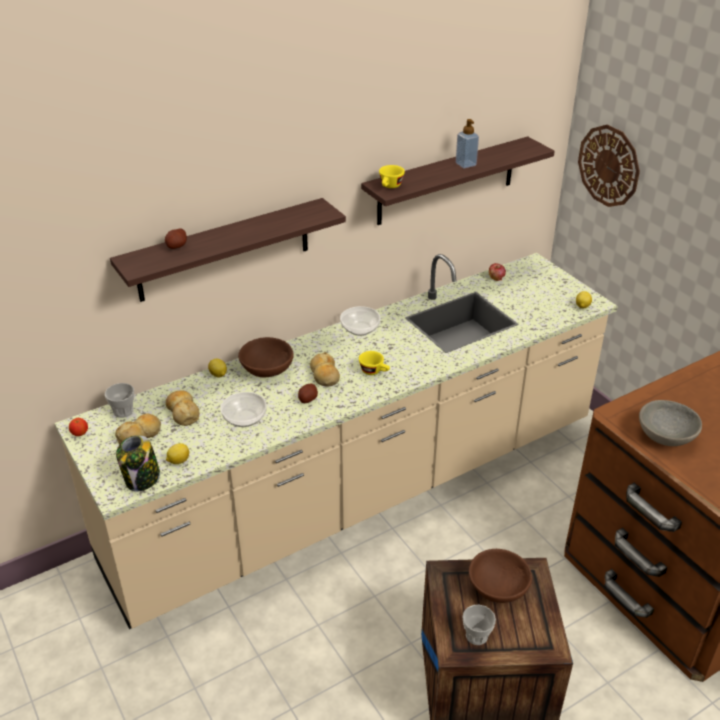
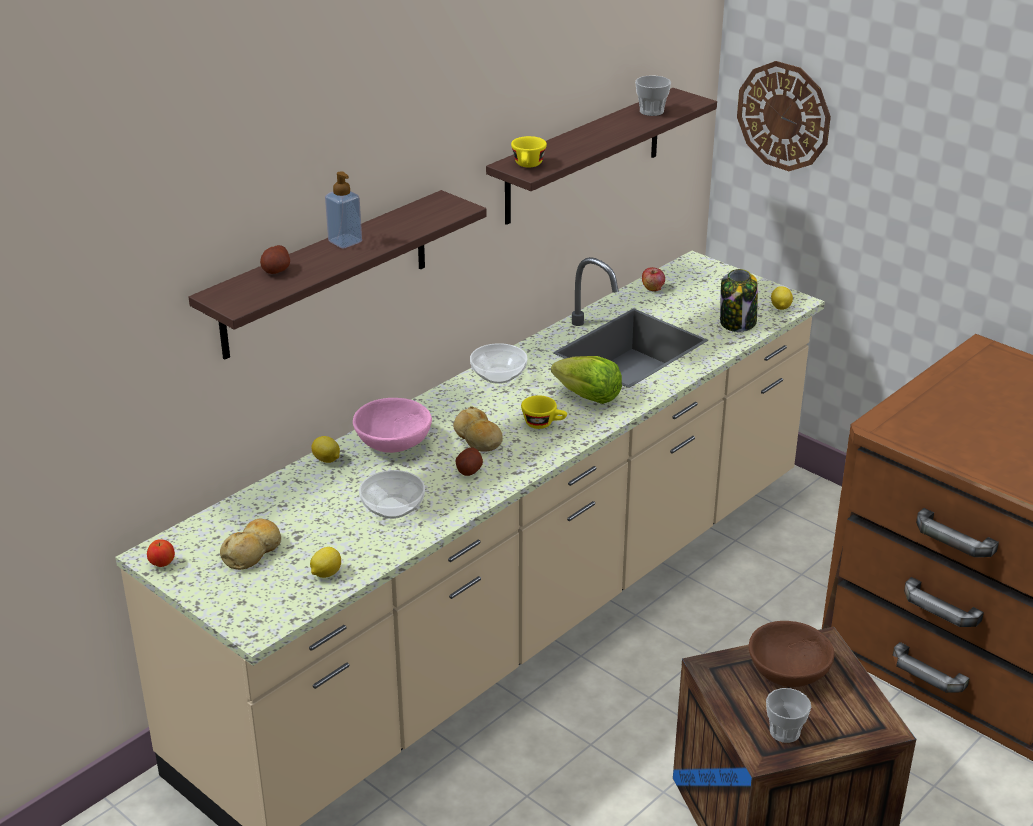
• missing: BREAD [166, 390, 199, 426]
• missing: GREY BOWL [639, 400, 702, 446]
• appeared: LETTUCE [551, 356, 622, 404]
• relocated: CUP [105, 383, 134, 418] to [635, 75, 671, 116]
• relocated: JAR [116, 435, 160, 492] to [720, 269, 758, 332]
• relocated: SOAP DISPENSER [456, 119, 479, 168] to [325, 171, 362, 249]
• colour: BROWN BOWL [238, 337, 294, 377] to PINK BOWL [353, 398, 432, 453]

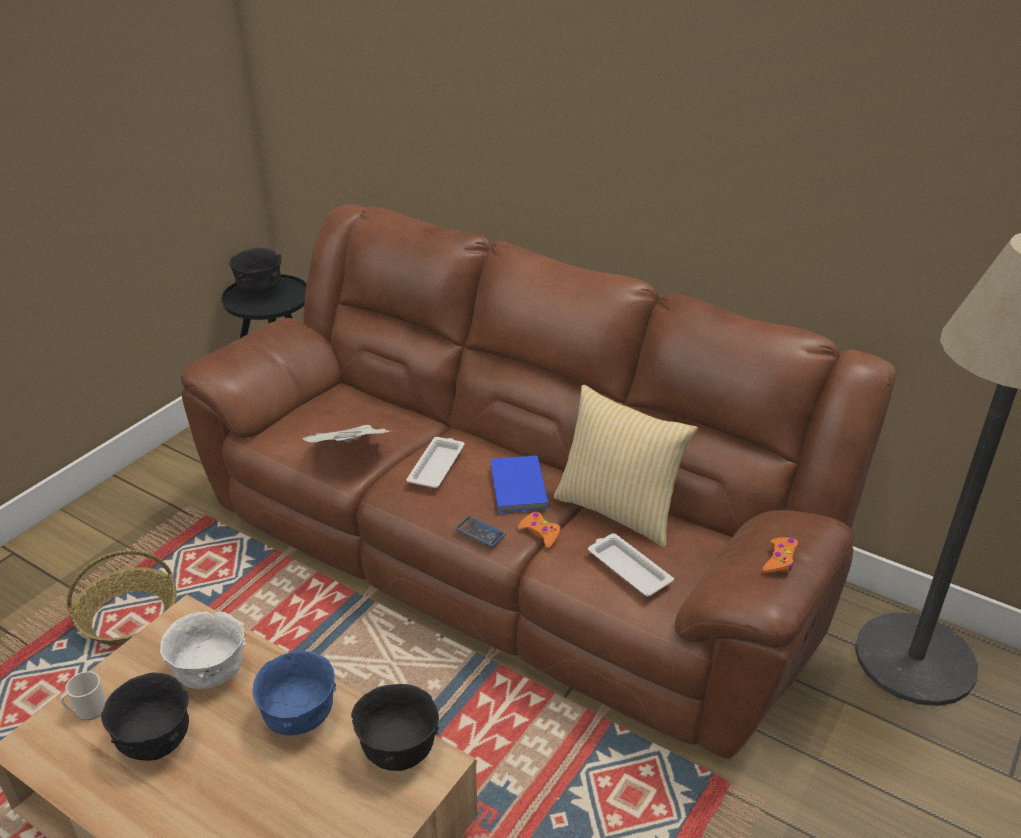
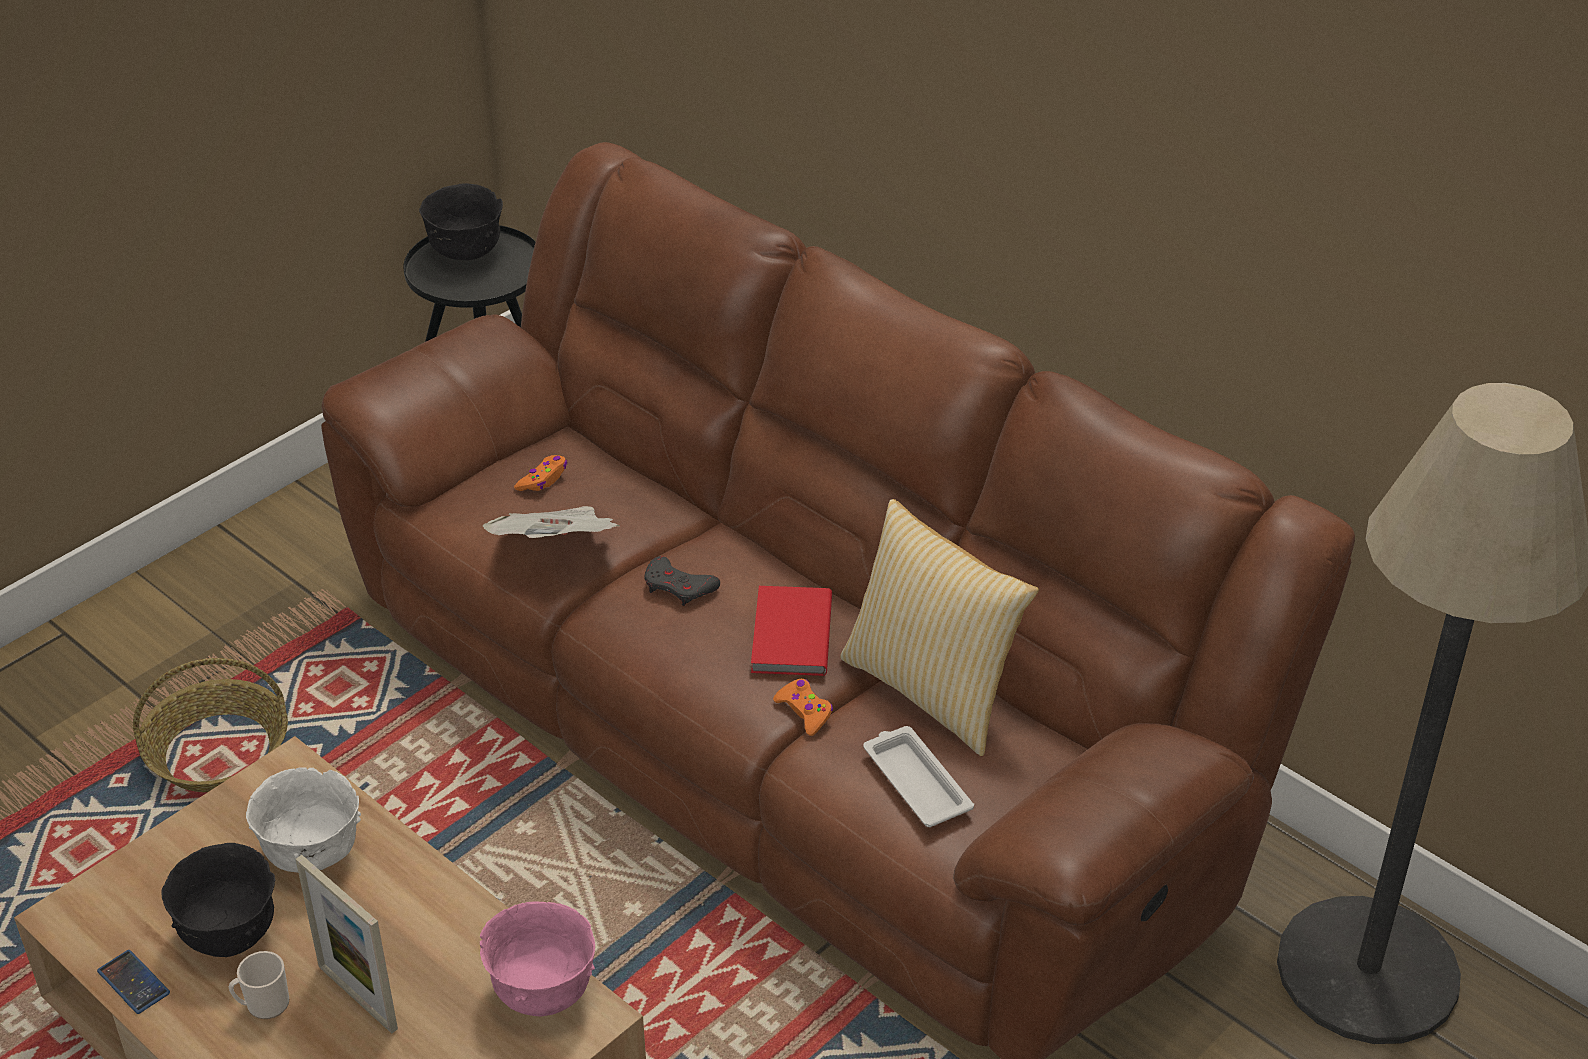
• missing: BLUE BOWL [252, 651, 336, 735]
• appeared: PICTURE FRAME [296, 855, 398, 1033]
• relocated: MUG [60, 671, 106, 720] to [229, 951, 289, 1019]
• relocated: PHONE [455, 516, 506, 547] to [97, 950, 170, 1014]
• relocated: ORANGE GAME CONTROLLER [763, 537, 799, 573] to [514, 455, 567, 491]
• exchanged: WHITE TRAY [406, 437, 465, 488] to GREY GAME CONTROLLER [645, 556, 720, 606]
• colour: BLACK BOWL [351, 684, 439, 771] to PINK BOWL [480, 902, 595, 1017]
• colour: BLUE BOOK [491, 456, 549, 513] to RED BOOK [751, 586, 832, 676]

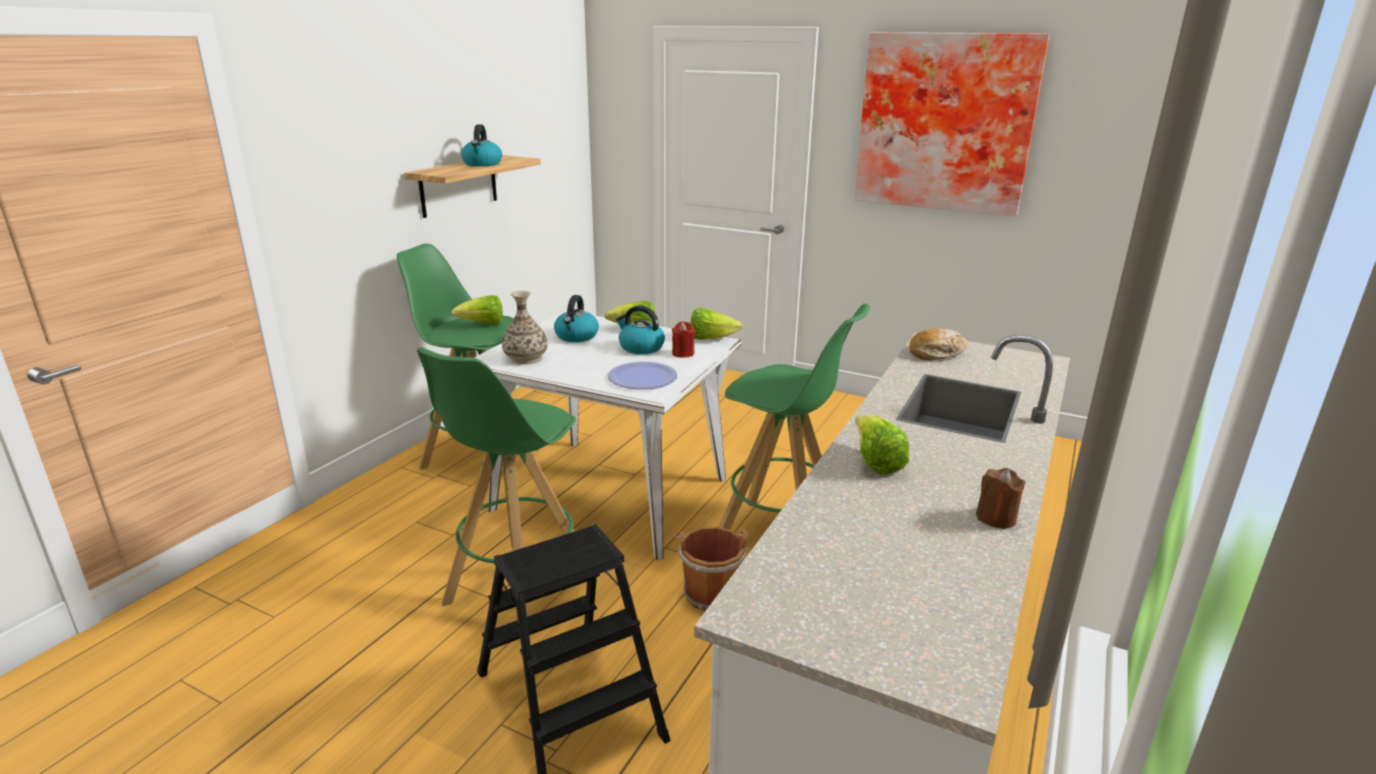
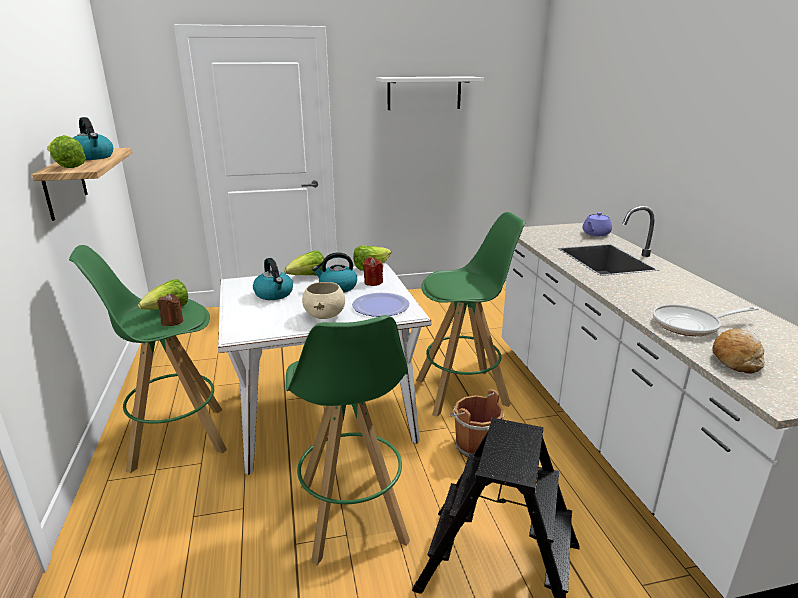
• missing: VASE [502, 291, 548, 364]
• appeared: BEIGE BOWL [302, 282, 345, 319]
• appeared: PURPLE TEAPOT [582, 212, 612, 236]
• appeared: FRYING PAN [653, 304, 759, 336]
• relocated: LETTUCE [855, 415, 910, 475] to [47, 135, 86, 168]
• relocated: BREAD [909, 328, 968, 360] to [713, 328, 765, 373]
• relocated: BROWN CANDLE [976, 468, 1026, 528] to [157, 294, 183, 326]
• exchanged: PICTURE [854, 32, 1050, 216] to WHITE SHELF [376, 76, 484, 110]

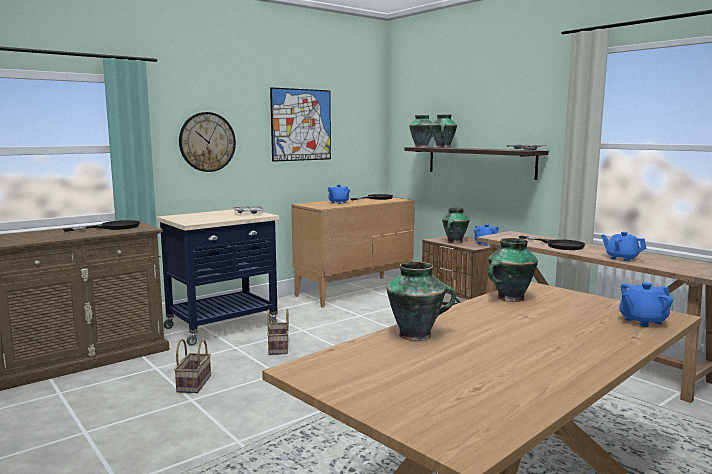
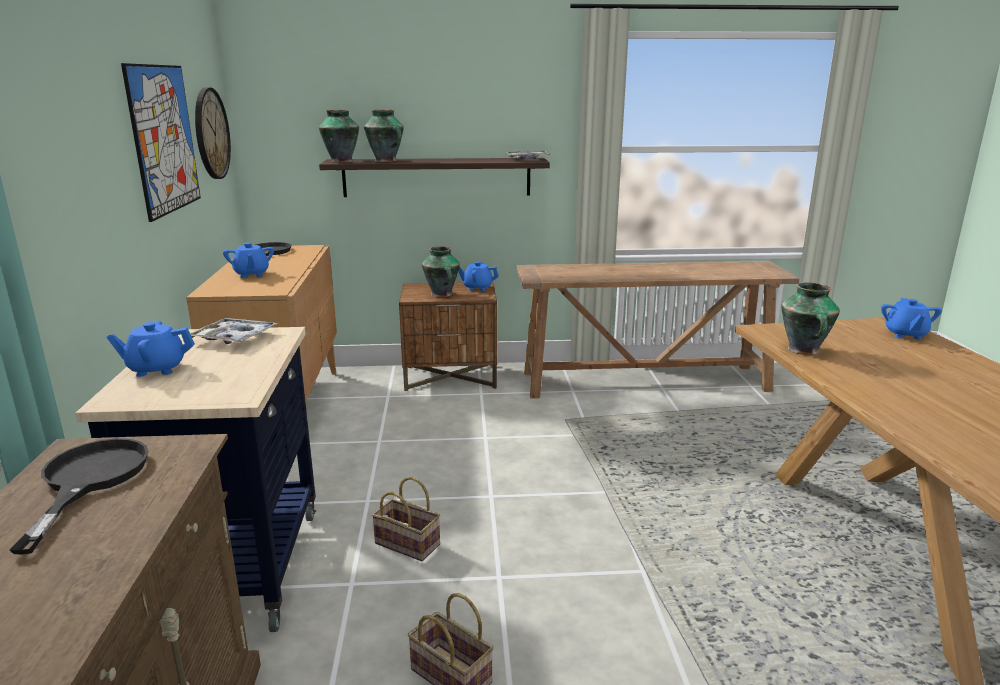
• missing: VASE [387, 262, 456, 341]
• missing: BLACK FRYING PAN [519, 236, 585, 250]
• relocated: WALL CLOCK [179, 112, 236, 172] to [195, 87, 231, 179]
• relocated: BLUE TEAPOT [601, 232, 646, 261] to [107, 321, 195, 377]

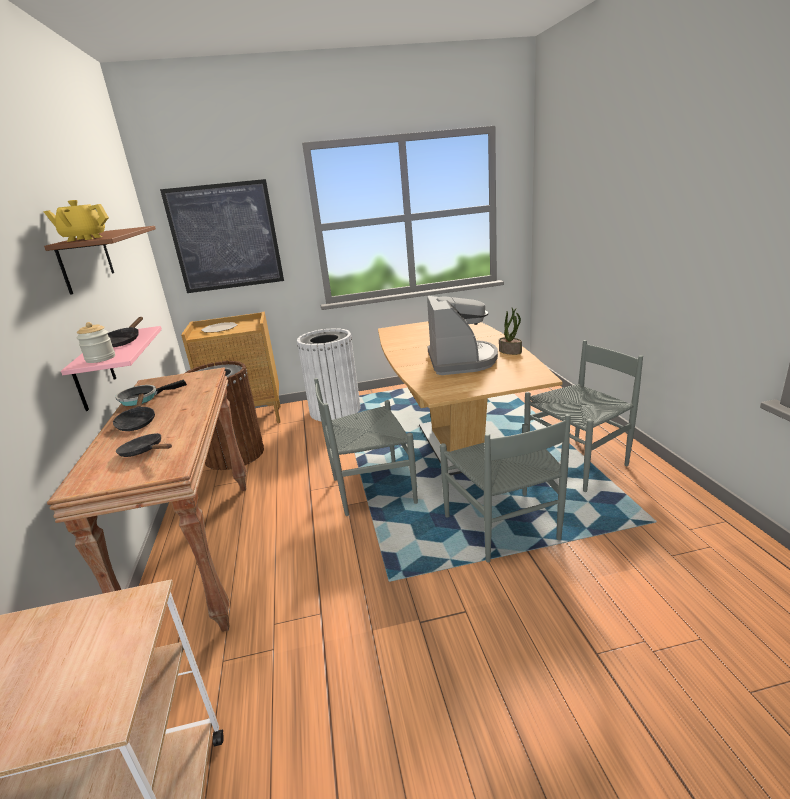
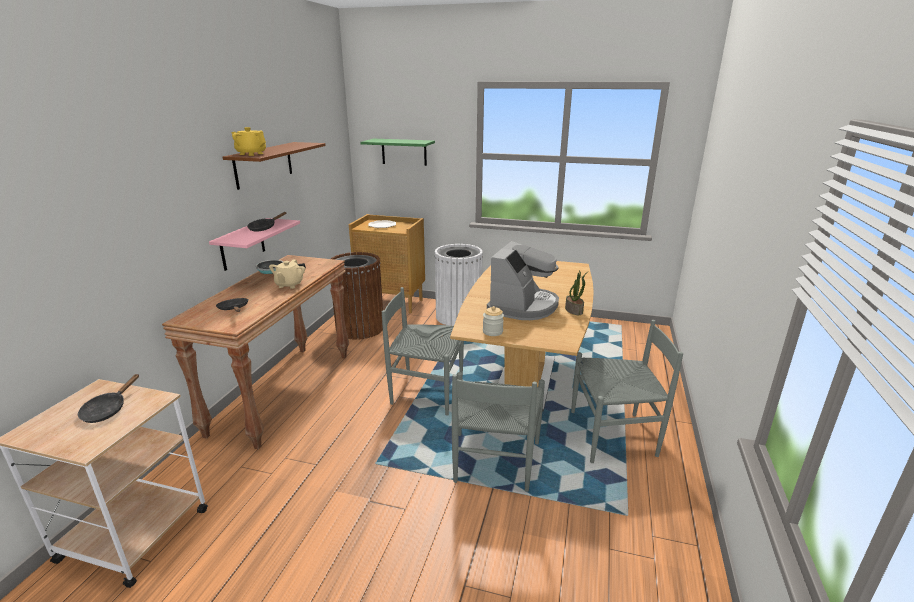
• appeared: BEIGE TEAPOT [269, 260, 305, 289]
• relocated: JAR [76, 322, 115, 363] to [483, 306, 504, 336]
• relocated: BLACK FRYING PAN [113, 393, 155, 431] to [78, 374, 139, 423]
• exchanged: PICTURE [160, 179, 284, 293] to GREEN SHELF [360, 139, 435, 166]

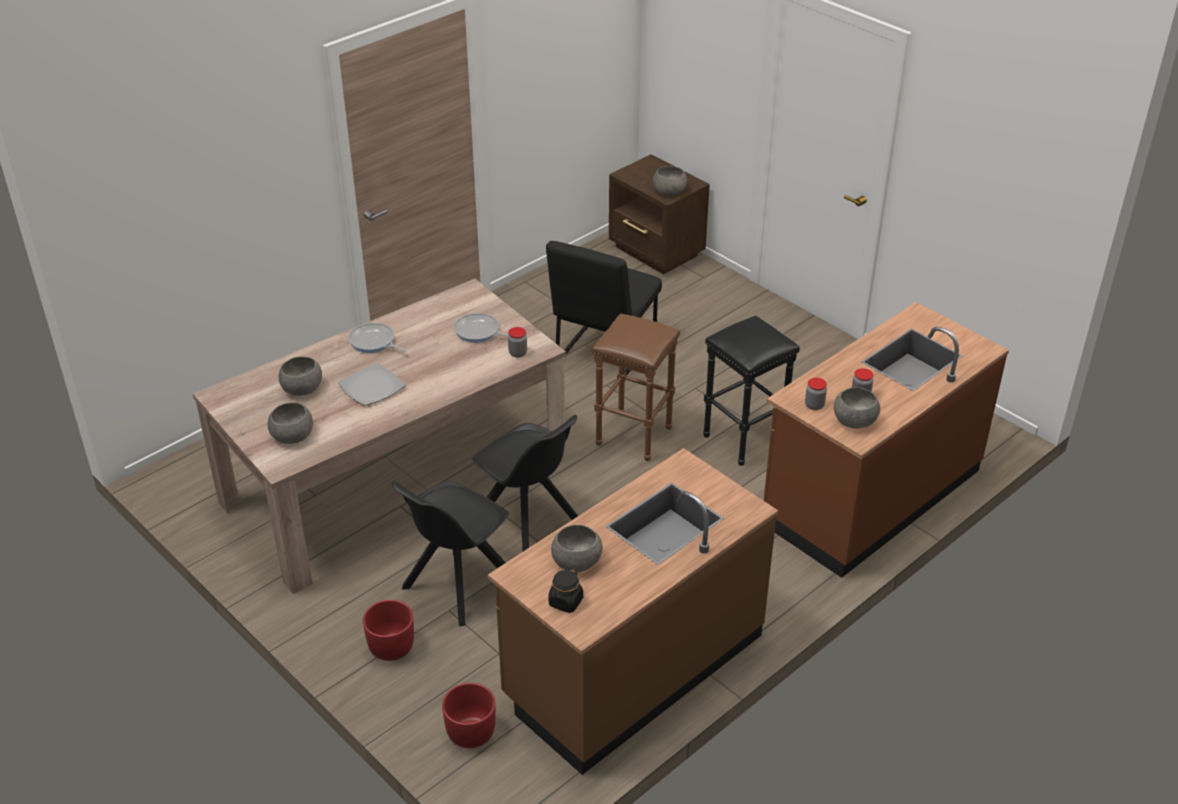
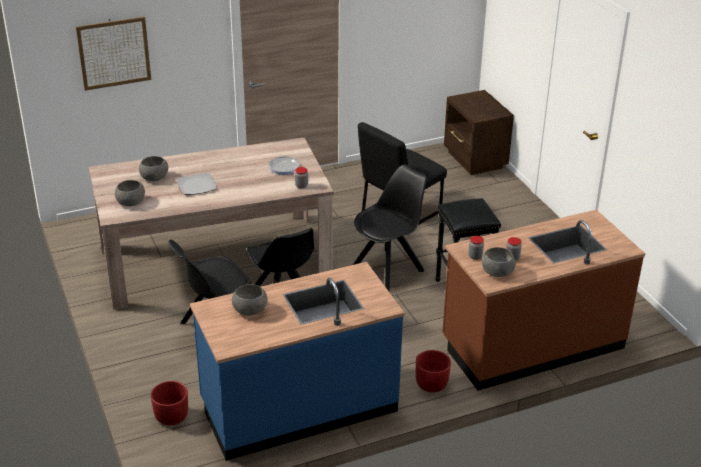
• missing: FRYING PAN [349, 323, 407, 353]
• missing: BLACK JAR [548, 568, 583, 613]
• missing: GREY BOWL [653, 166, 687, 195]
• appeared: PICTURE [76, 17, 151, 91]
• relocated: RED PLANTER [363, 600, 414, 661] to [416, 350, 451, 393]
• exchanged: BROWN STOOL [592, 314, 680, 461] to BLACK CHAIR [353, 164, 427, 292]
• colour: BROWN COUNTER [488, 448, 778, 775] to BLUE COUNTER [190, 262, 405, 461]

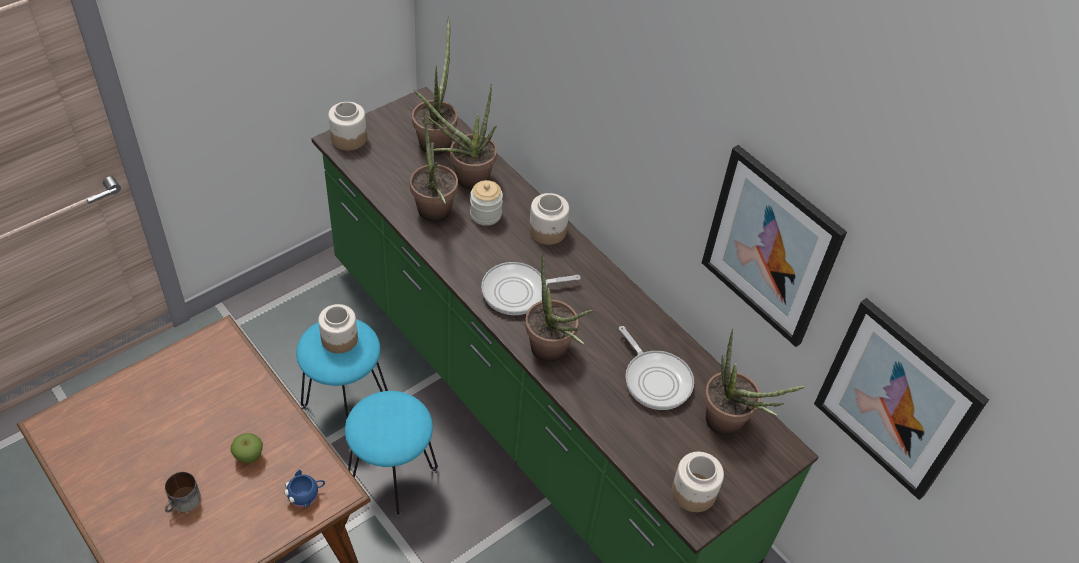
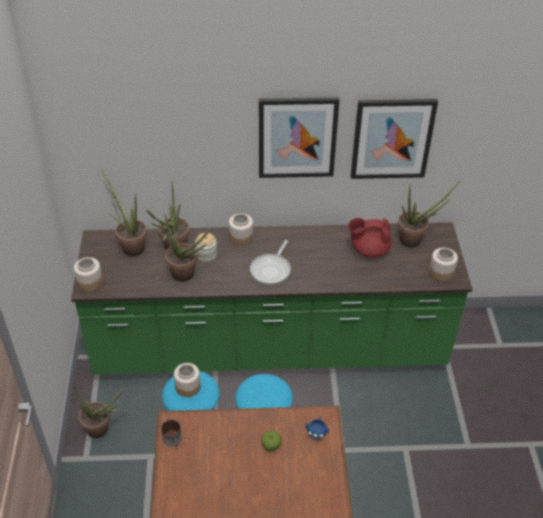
• relocated: MUG [165, 472, 201, 513] to [161, 420, 182, 447]
• relocated: POTTED PLANT [525, 251, 593, 362] to [74, 387, 124, 438]
• relocated: PICTURE [814, 298, 989, 500] to [259, 97, 339, 178]
• exchanged: FRYING PAN [619, 326, 694, 410] to RED TEAPOT [348, 218, 392, 258]

